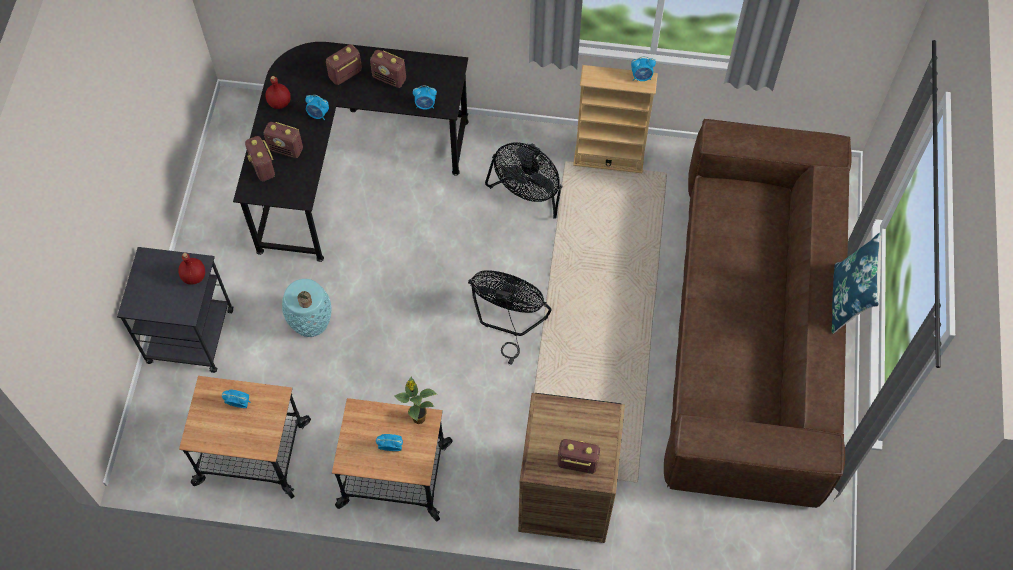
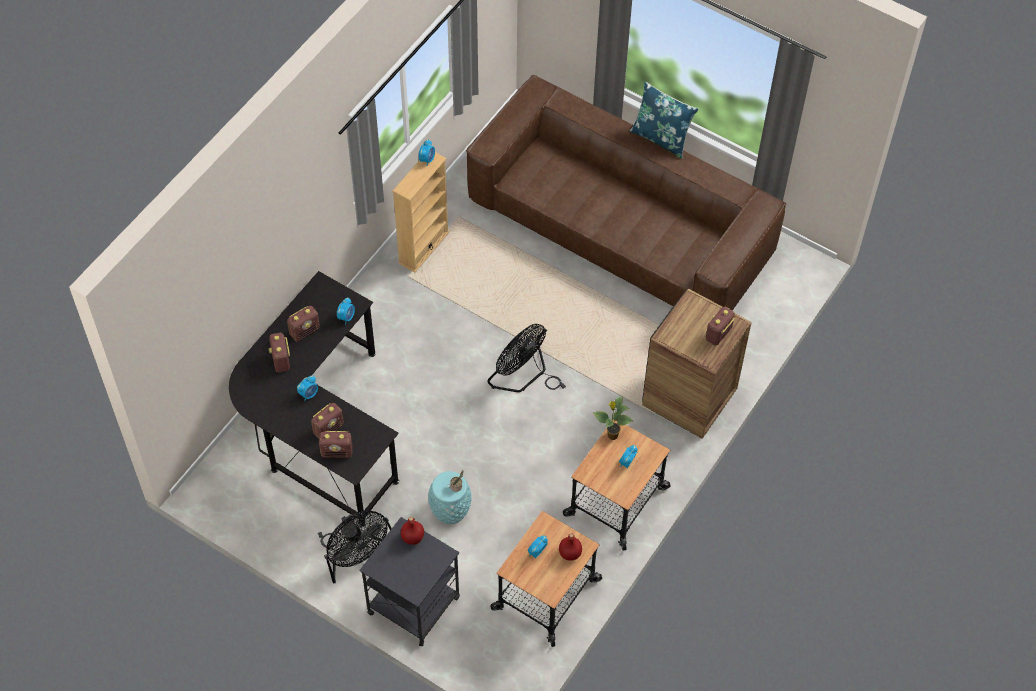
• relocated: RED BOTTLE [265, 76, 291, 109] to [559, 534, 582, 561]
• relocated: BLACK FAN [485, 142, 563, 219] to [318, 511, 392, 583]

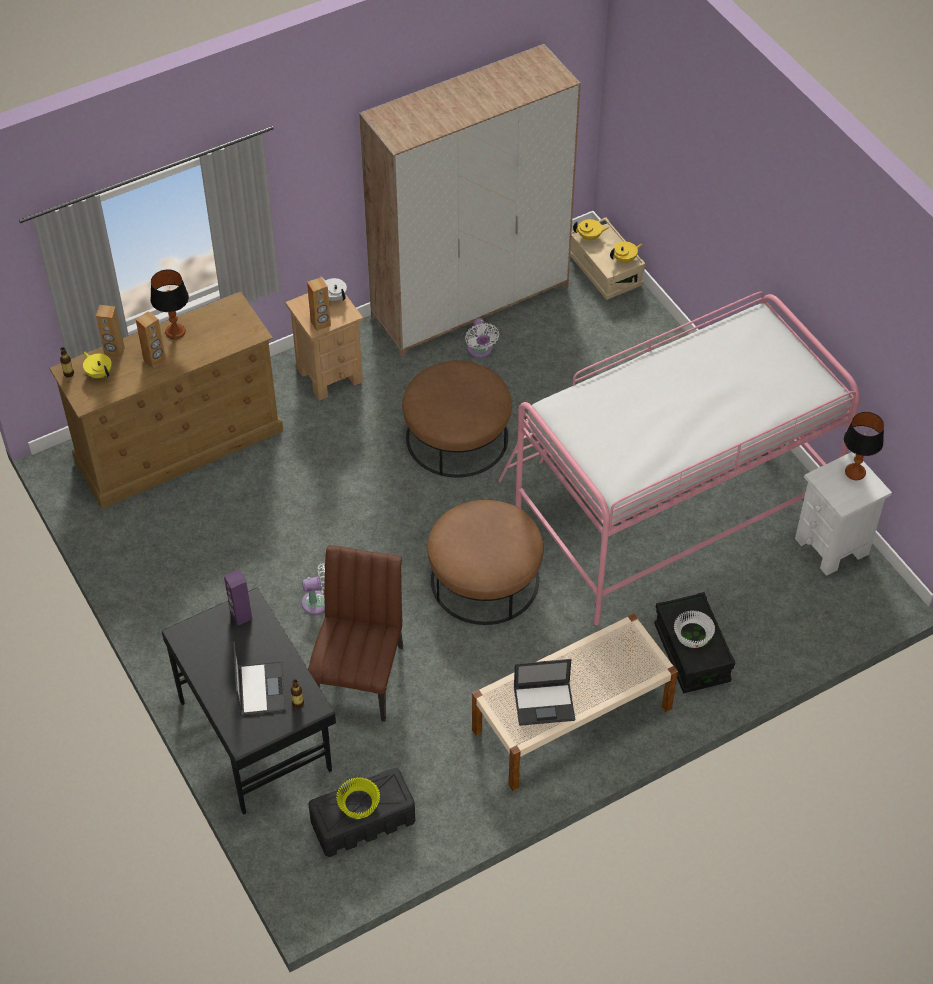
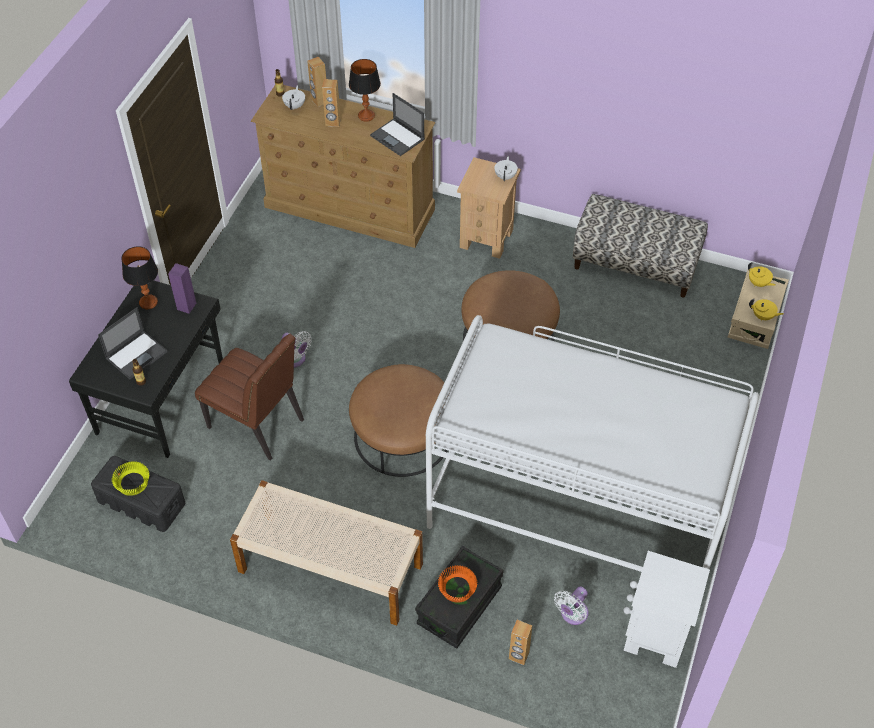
• relocated: BROWN SPEAKER [307, 277, 331, 331] to [509, 620, 532, 665]
• relocated: WHITE FAN [465, 318, 499, 358] to [554, 586, 588, 625]
• relocated: LAPTOP [514, 659, 575, 726] to [370, 93, 425, 156]
• relocated: TABLE LAMP [844, 412, 884, 480] to [122, 246, 158, 309]
• exchanged: WHITE WARDROBE [359, 44, 581, 358] to BENCH [572, 194, 708, 298]
• colour: YELLOW TEAPOT [83, 352, 112, 378] to WHITE TEAPOT [282, 85, 305, 110]
• colour: PINK BED [498, 292, 860, 625] to WHITE BED [426, 315, 759, 572]
• colour: WHITE BOWL [674, 611, 715, 648] to ORANGE BOWL [438, 565, 477, 603]
• spun: BROWN CHAIR [308, 545, 403, 722] = [195, 333, 304, 461] 60 degrees clockwise

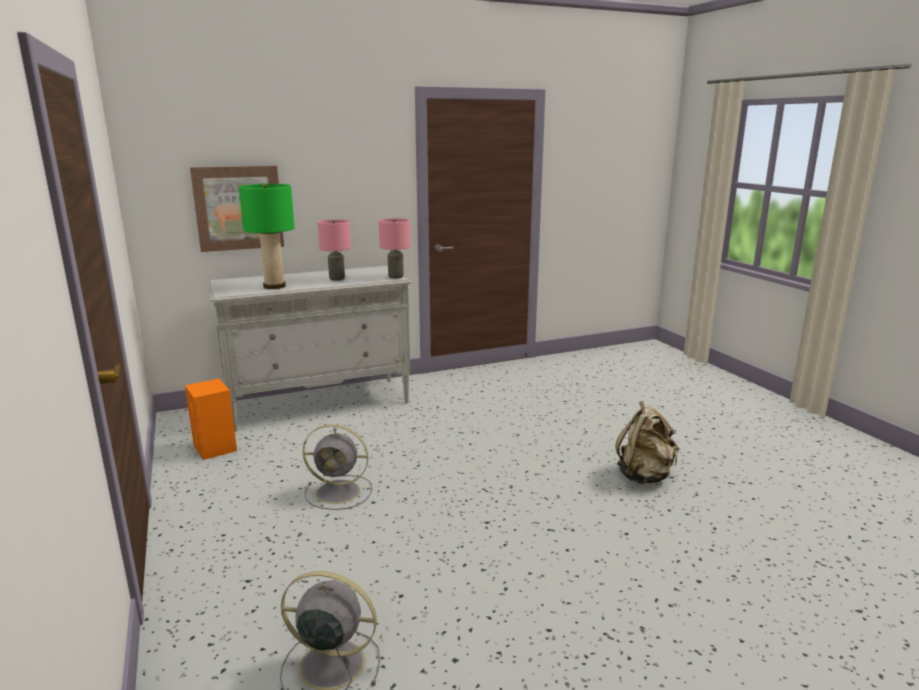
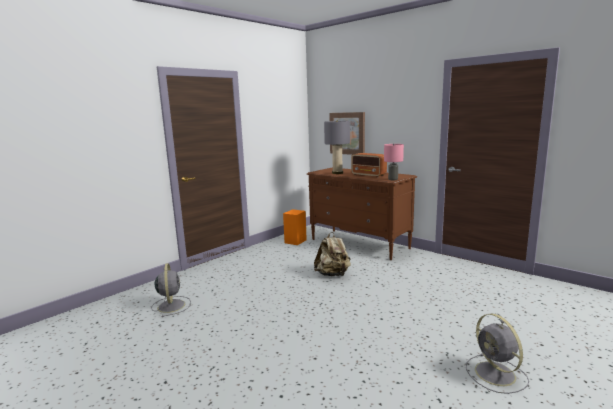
• relocated: GREY FAN [303, 424, 372, 510] to [466, 314, 529, 394]
• relocated: BEIGE BACKPACK [615, 401, 678, 484] to [314, 232, 351, 276]
• exchanged: PINK TABLE LAMP [318, 219, 351, 281] to RADIO [351, 153, 387, 177]
• colour: WHITE DRESSER [207, 266, 412, 432] to BROWN DRESSER [307, 167, 417, 260]
• colour: GREEN TABLE LAMP [239, 184, 295, 289] to GREY TABLE LAMP [324, 121, 350, 174]

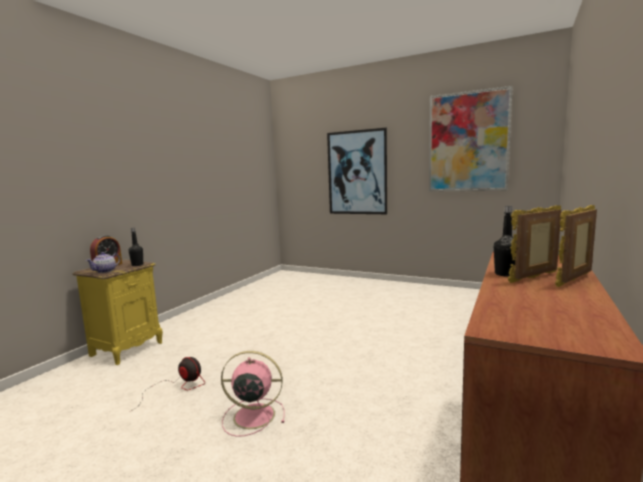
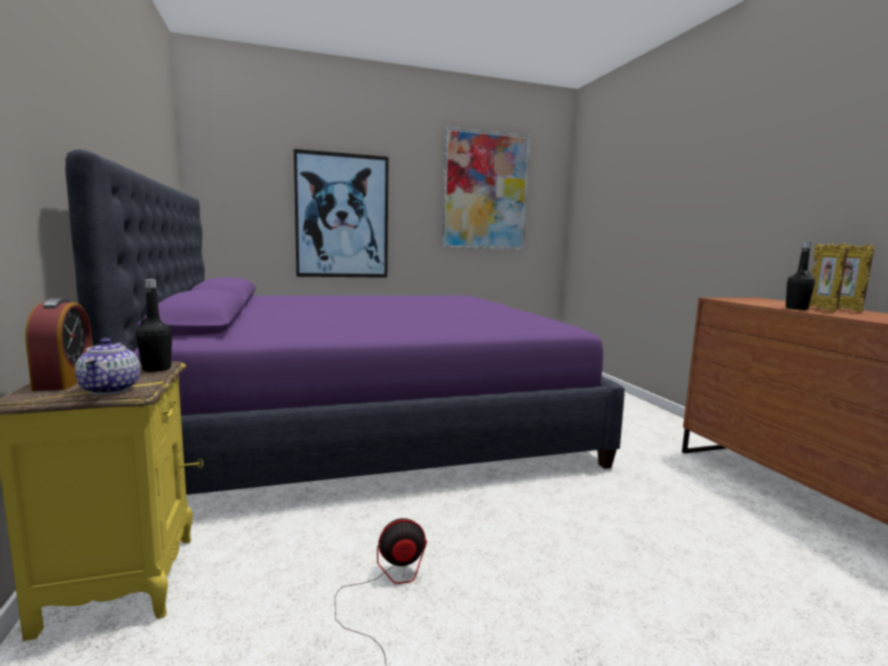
• missing: PINK FAN [221, 351, 285, 437]
• appeared: PURPLE BED [65, 149, 625, 495]

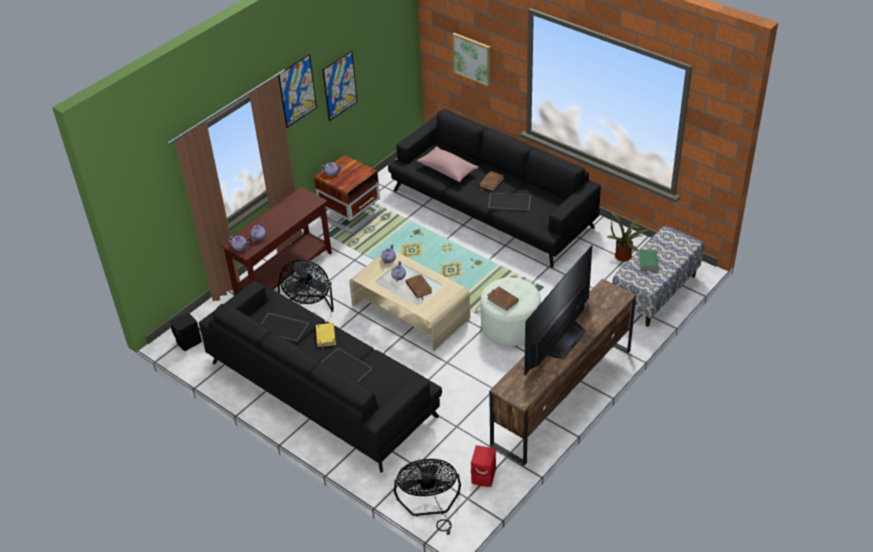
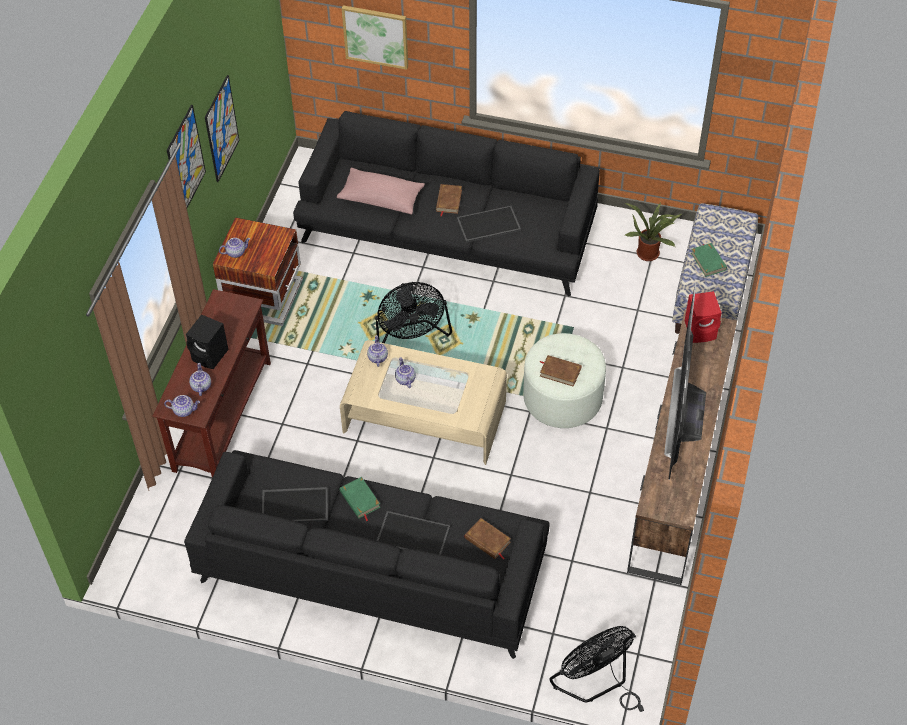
• relocated: BLACK SPEAKER [171, 312, 202, 351] to [186, 314, 229, 369]
• relocated: BLACK FAN [278, 260, 334, 312] to [375, 281, 452, 343]
• relocated: BROWN BOOK [405, 274, 432, 300] to [465, 518, 511, 560]
• relocated: RED SPEAKER [471, 445, 496, 487] to [685, 291, 722, 343]
• colour: YELLOW BOOK [316, 323, 336, 350] to GREEN BOOK [340, 477, 380, 521]

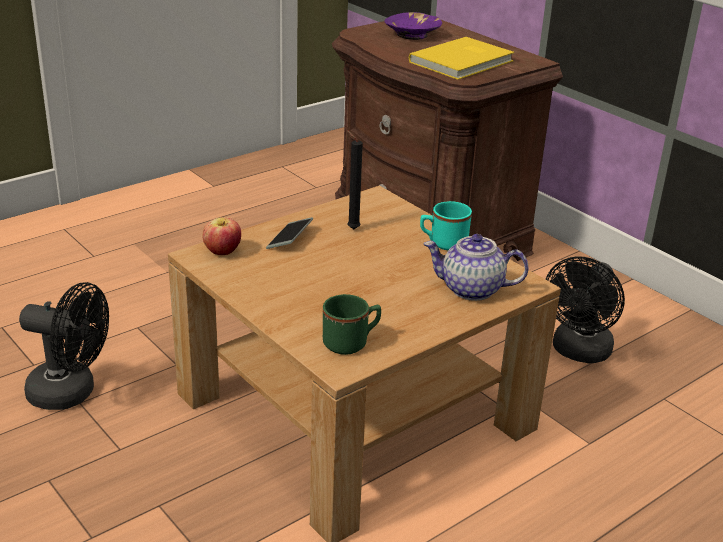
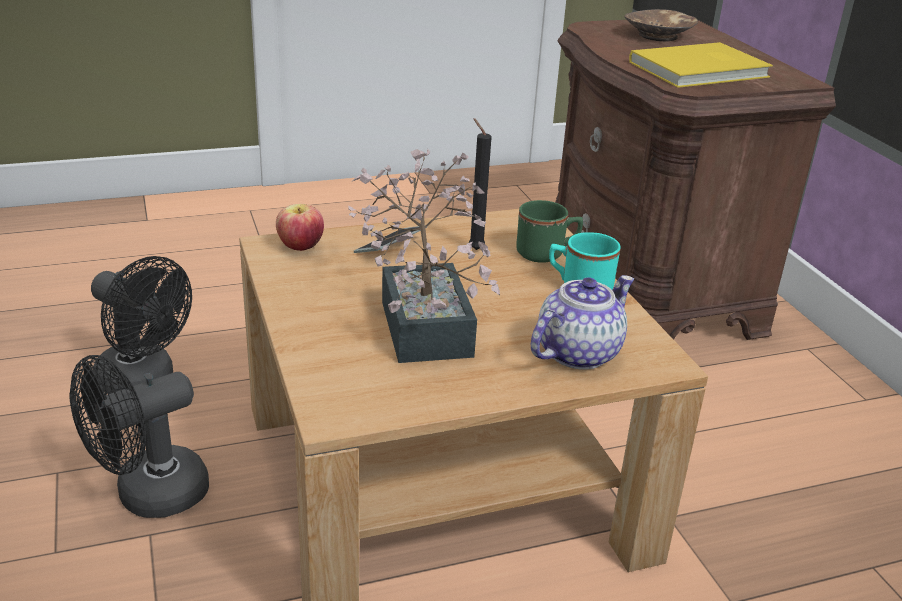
• appeared: POTTED PLANT [348, 149, 500, 363]
• relocated: GREEN MUG [323, 294, 381, 355] to [516, 200, 583, 263]
• relocated: BLACK FAN [546, 256, 625, 363] to [69, 355, 209, 518]
• colour: PURPLE BOWL [384, 12, 442, 40] to BROWN BOWL [624, 9, 698, 41]
• spun: TEAPOT [424, 234, 529, 301] = [531, 275, 634, 370] 105 degrees clockwise

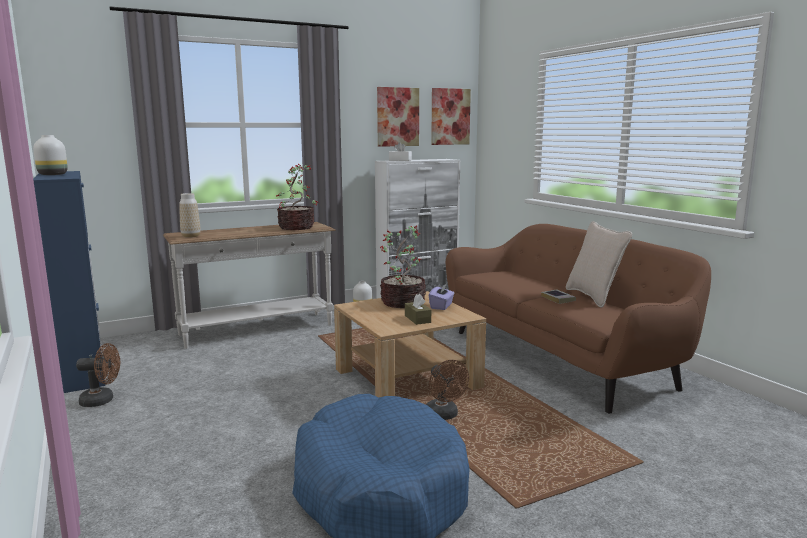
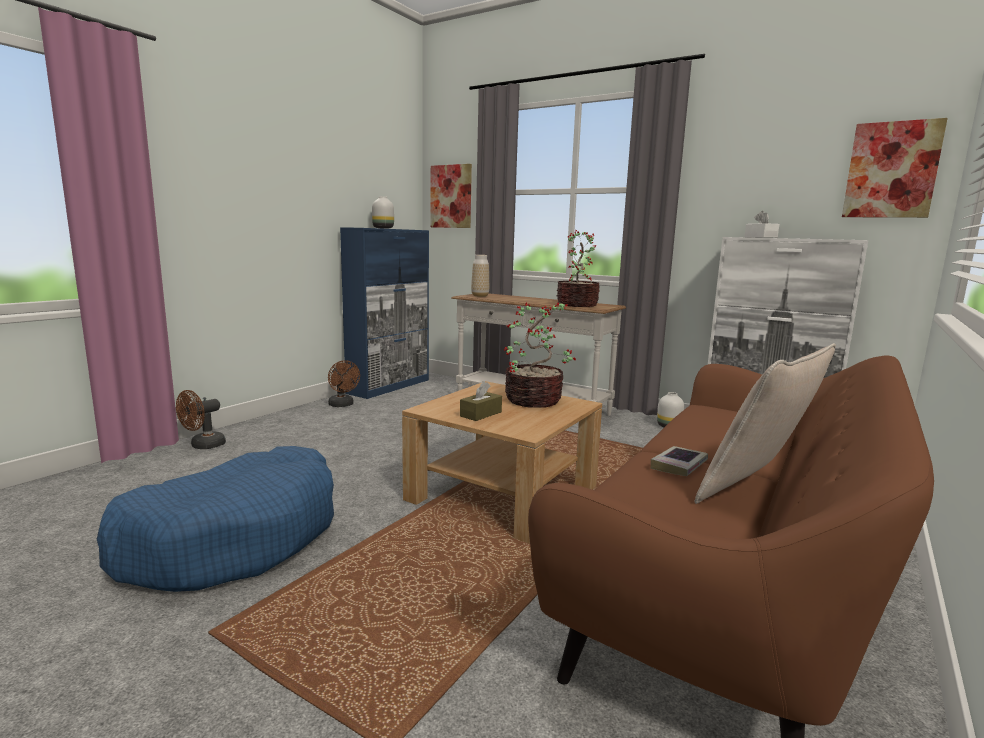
• missing: PURPLE TISSUE BOX [429, 283, 454, 310]
• relocated: PICTURE [377, 87, 419, 147] to [430, 164, 472, 228]
• relocated: BROWN FAN [426, 360, 469, 420] to [176, 390, 226, 449]

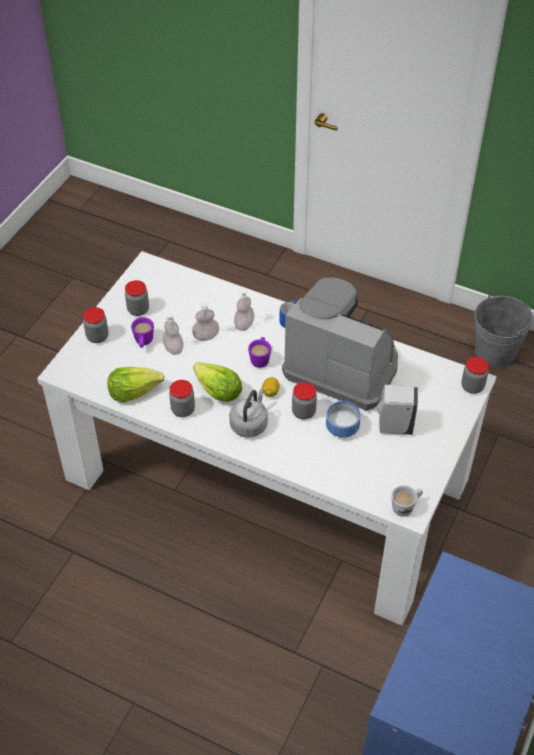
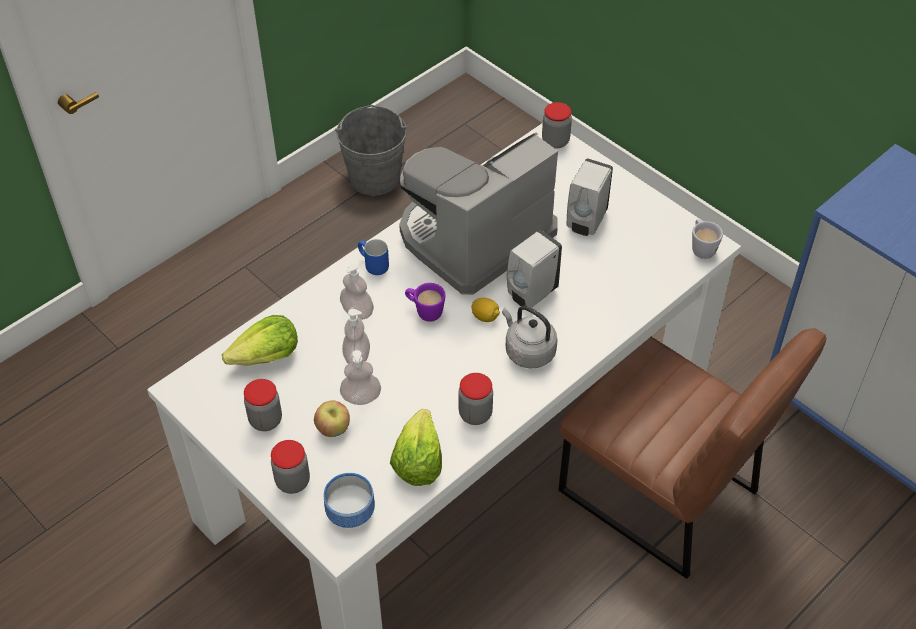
• appeared: BROWN CHAIR [558, 328, 826, 579]
• relocated: LETTUCE [193, 362, 242, 402] to [222, 315, 298, 366]
• relocated: BOWL [326, 401, 360, 438] to [324, 473, 375, 528]
• exchanged: PURPLE MUG [131, 317, 154, 348] to APPLE [314, 401, 350, 437]
• exchanged: JAR [292, 382, 317, 420] to WHITE SOAP DISPENSER [507, 230, 562, 308]

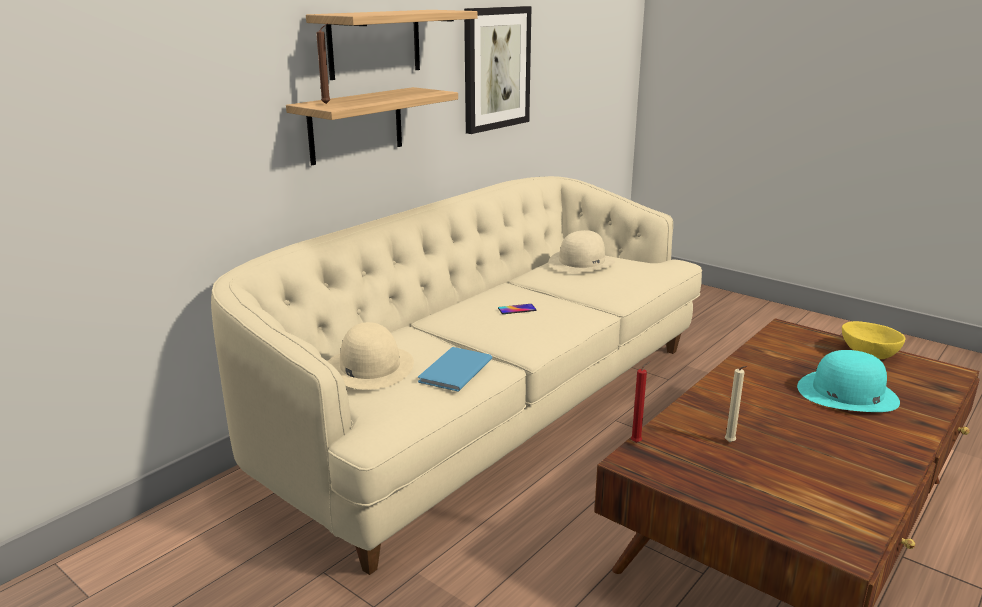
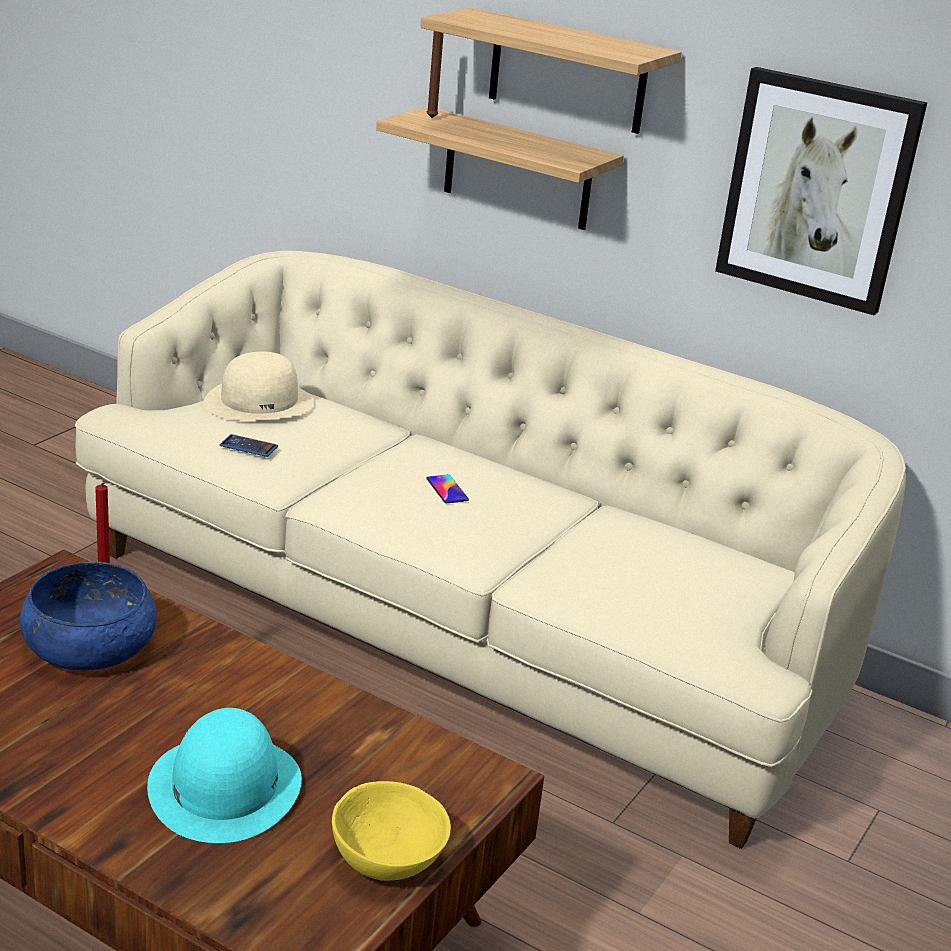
• missing: BEIGE HAT [549, 230, 615, 273]
• exchanged: BLUE BOOK [418, 347, 493, 391] to PHONE [220, 434, 278, 457]
• exchanged: BEIGE CANDLE [725, 366, 747, 442] to BLUE BOWL [20, 562, 157, 670]

